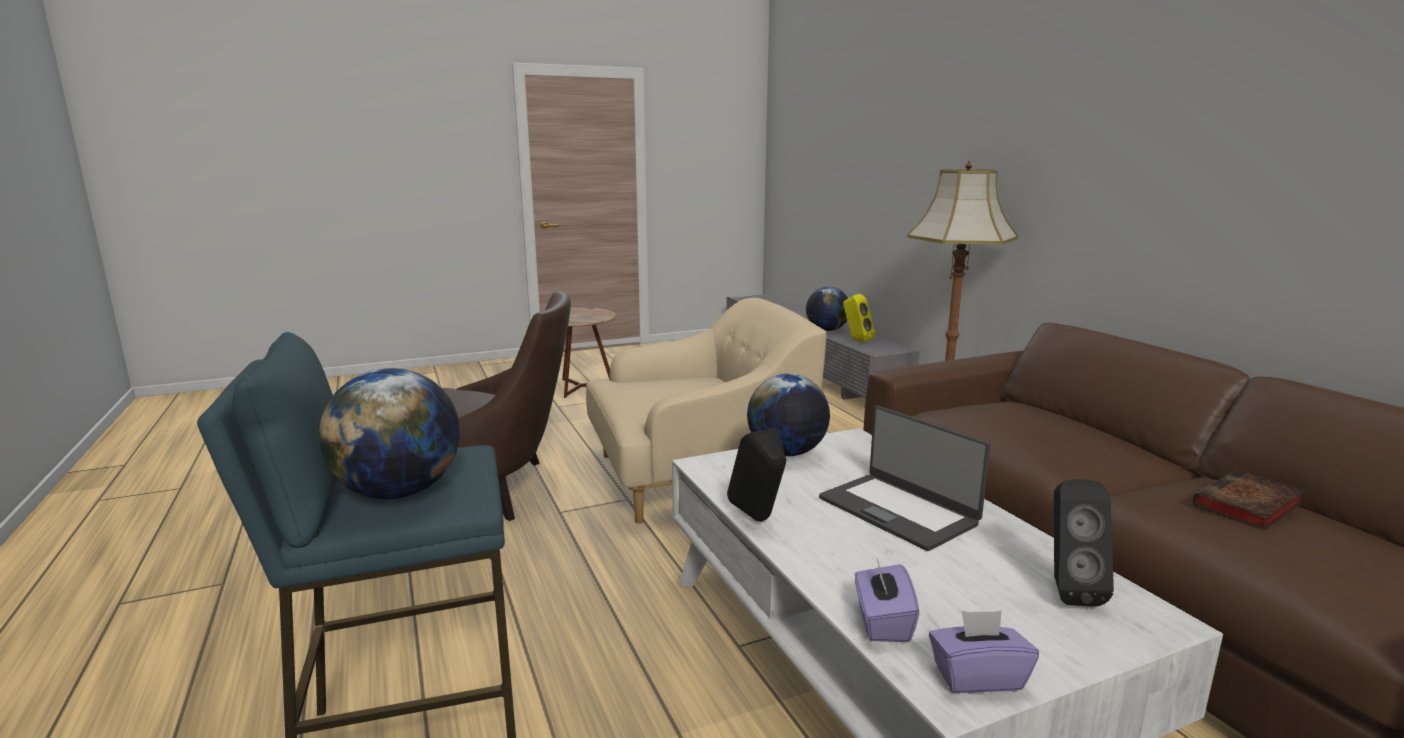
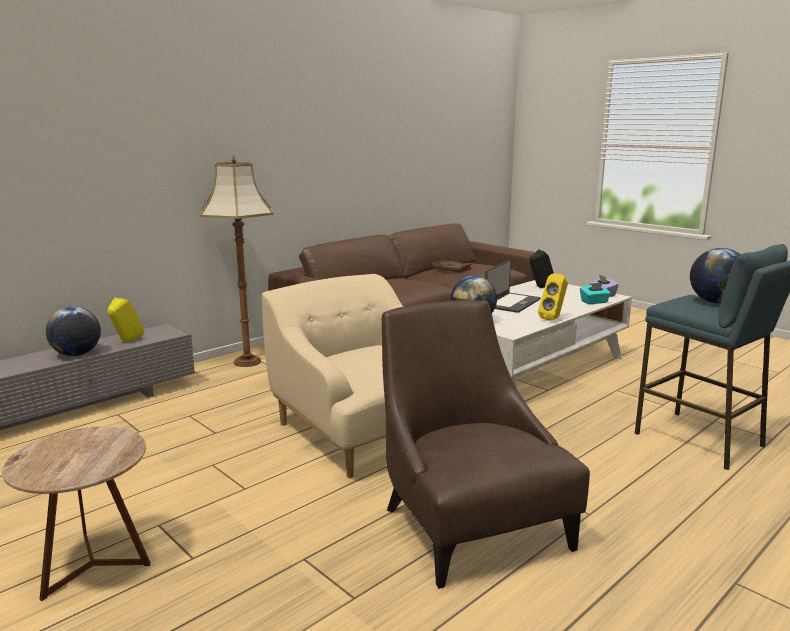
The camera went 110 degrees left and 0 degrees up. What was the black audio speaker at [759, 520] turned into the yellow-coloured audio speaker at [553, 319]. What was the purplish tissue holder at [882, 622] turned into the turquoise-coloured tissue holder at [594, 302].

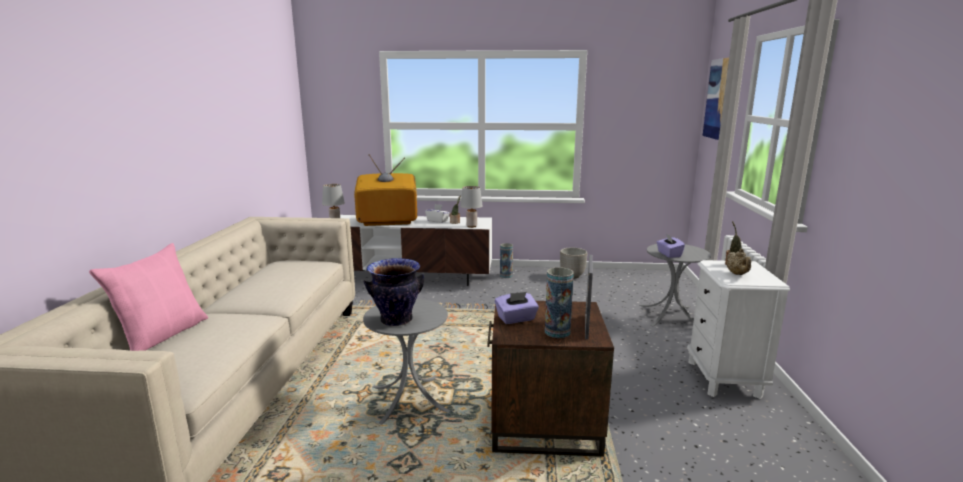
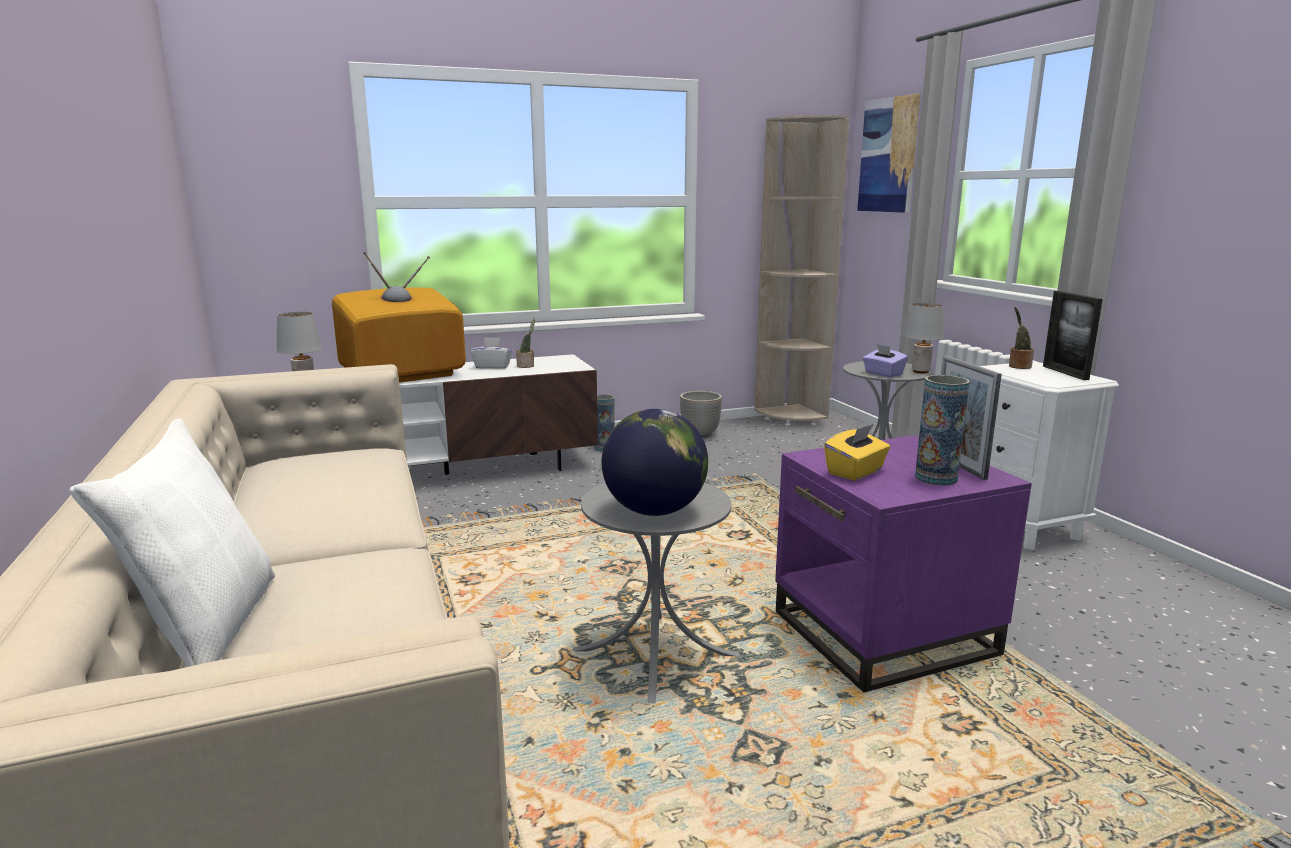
The camera went 25 degrees left and 0 degrees up. What was the pinkish throw pillow at [162, 335] turned into the white-coloured throw pillow at [207, 627]. Where the decorative vase stood at [396, 320], the world globe came to stand at [654, 511]. The gray table lamp ended up elsewhere, having gone from [471, 226] to [920, 371]. What was the brownish end table at [544, 424] turned into the purplish end table at [885, 634]. What was the purplish tissue holder at [516, 319] turned into the yellow-coloured tissue holder at [855, 472]. The second view lost the beige-coloured pot for tea at [737, 274]. The second view gained the beige-coloured bookcase at [790, 421]. The second view gained the picture frame at [1065, 373].

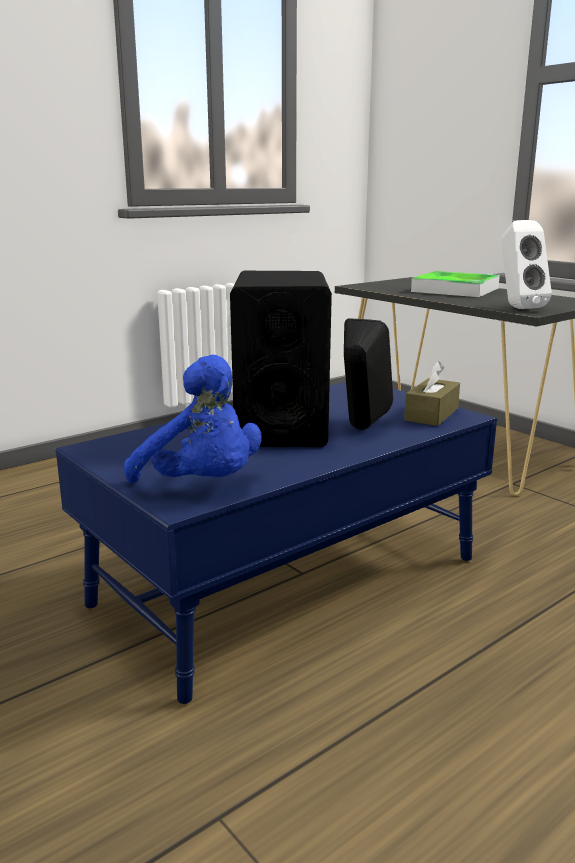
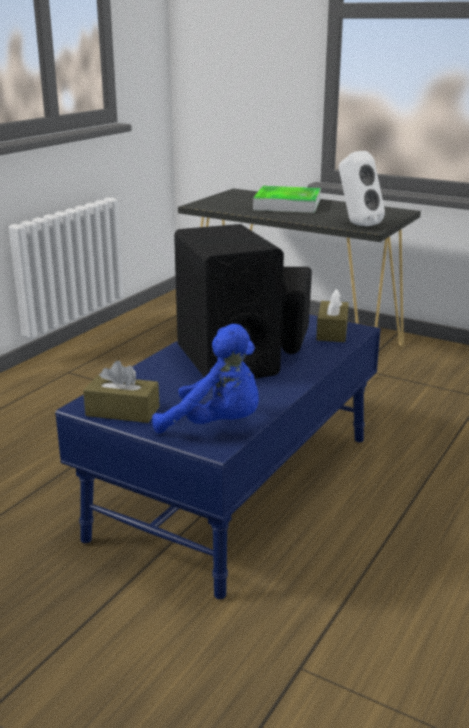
The camera went 20 degrees left and 5 degrees up. The second view gained the brownish tissue holder at [122, 411].

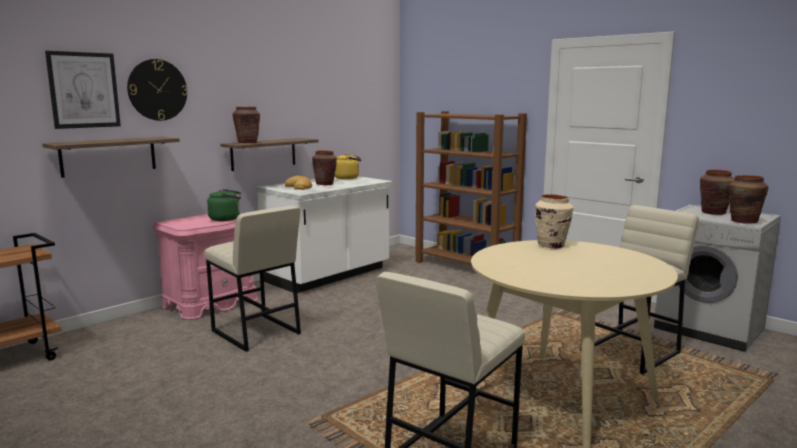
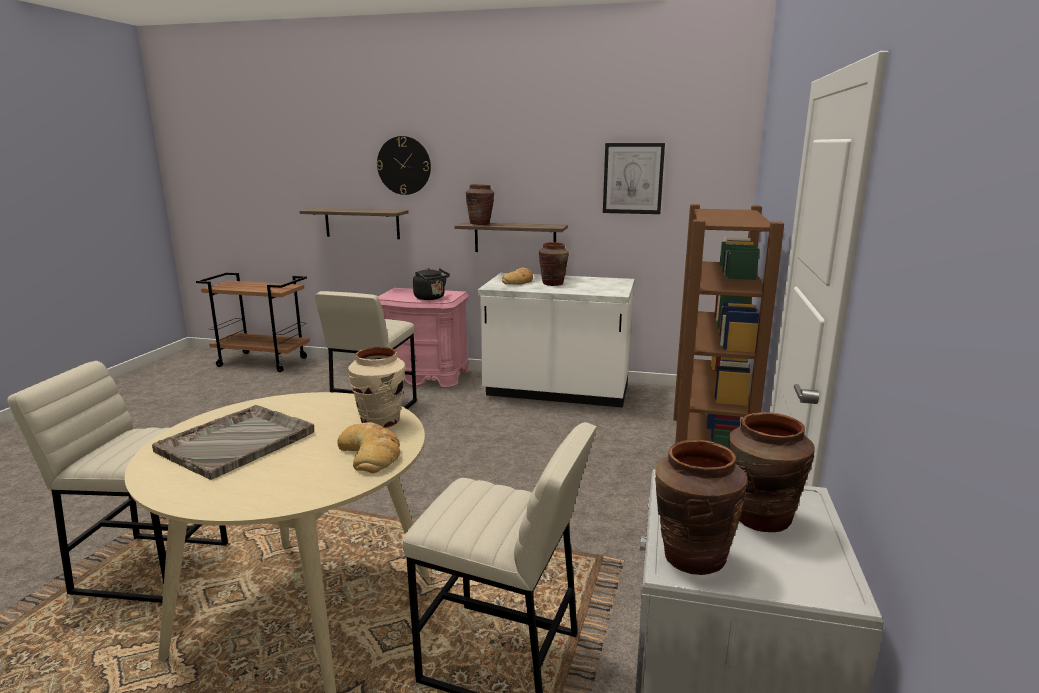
The camera went 60 degrees right and 5 degrees up. The picture ended up elsewhere, having gone from [84, 90] to [633, 178]. What was the green-coloured tea kettle at [227, 219] turned into the black tea kettle at [431, 298]. The second view lost the yellow-coloured tea kettle at [348, 178]. The second view gained the gray serving tray at [238, 442]. The second view gained the baked bread at [371, 453].

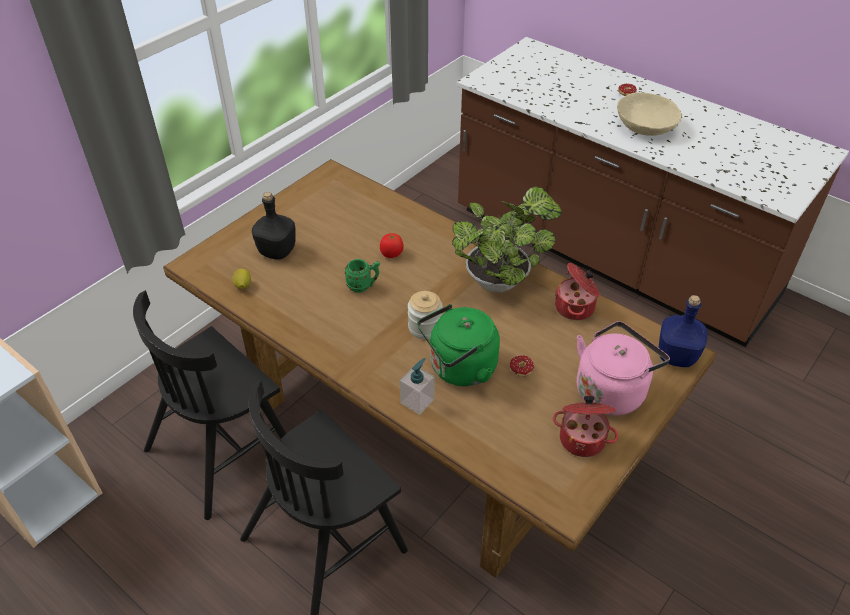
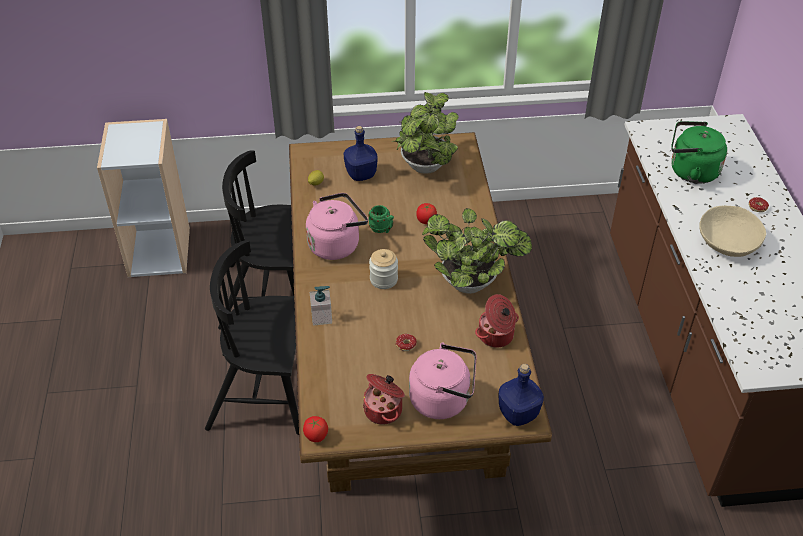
The camera went 45 degrees right and 0 degrees up. What was the black drink bottle at [276, 251] turned into the blue drink bottle at [360, 174]. The green-coloured tea kettle ended up elsewhere, having gone from [459, 369] to [690, 171]. The second view gained the whole tomato at [316, 436]. The second view gained the pinkish tea kettle at [336, 244]. The second view gained the potted plant at [424, 168].

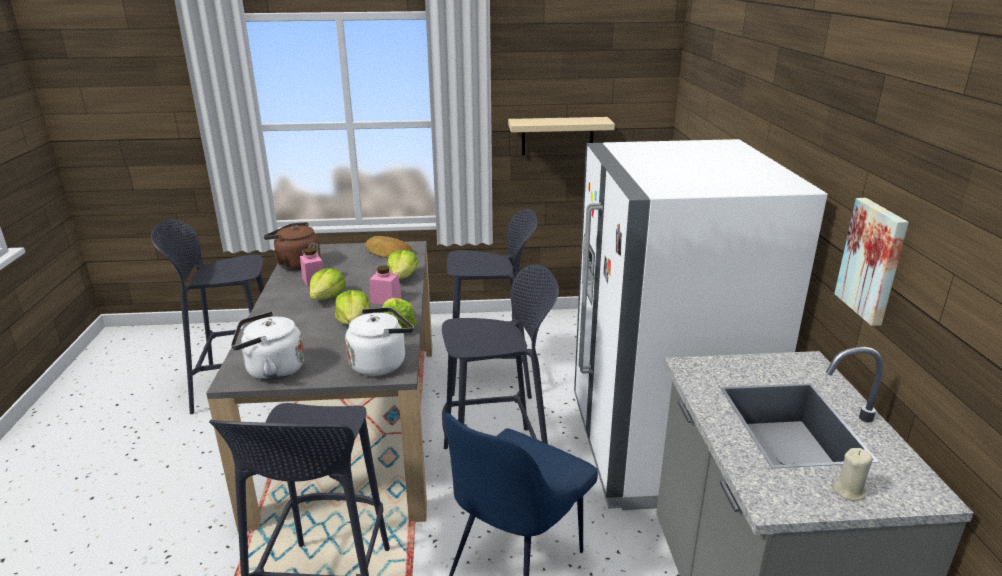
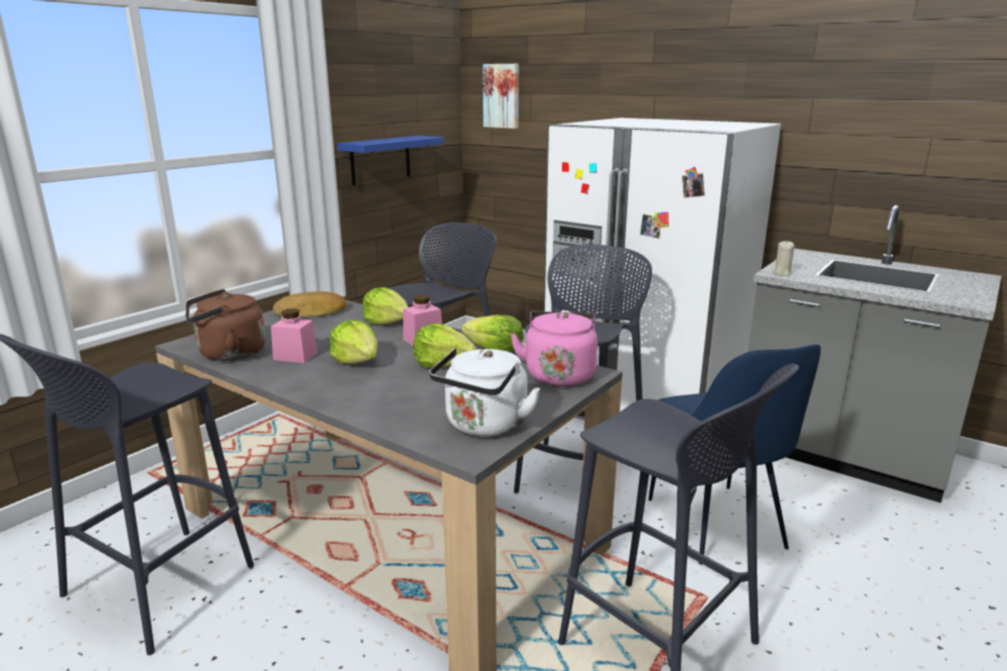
The camera went 50 degrees left and 5 degrees down. What was the white-coloured tea kettle at [381, 363] turned into the pinkish tea kettle at [559, 374]. What was the beige-coloured bracket shelf at [557, 136] turned into the blue bracket shelf at [380, 160]. The beige-coloured candle ended up elsewhere, having gone from [849, 491] to [781, 273]. The picture ended up elsewhere, having gone from [873, 260] to [502, 96].

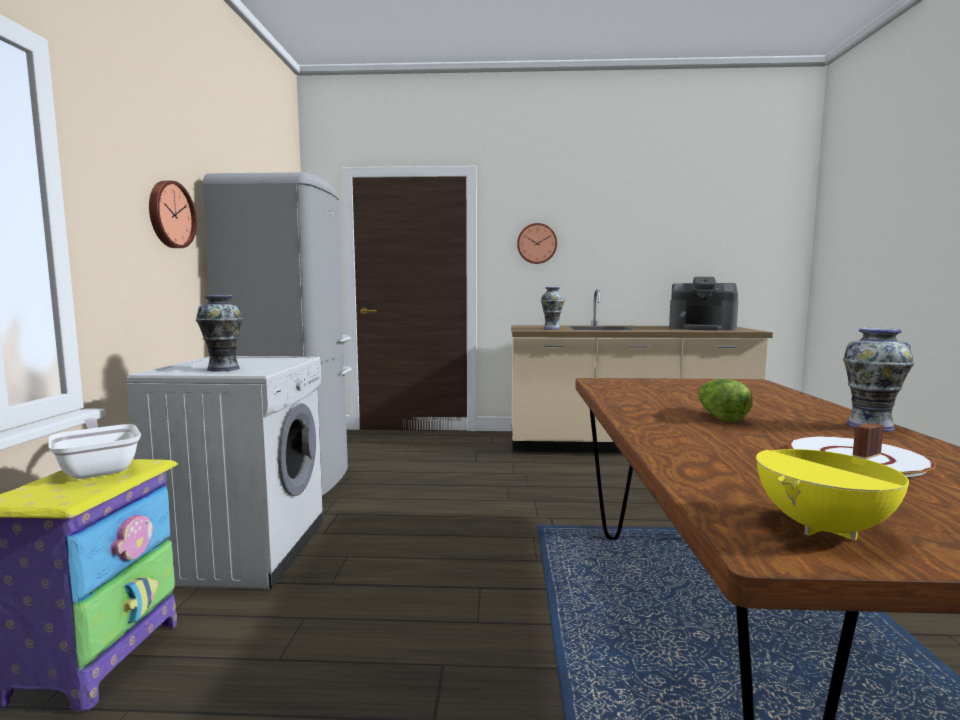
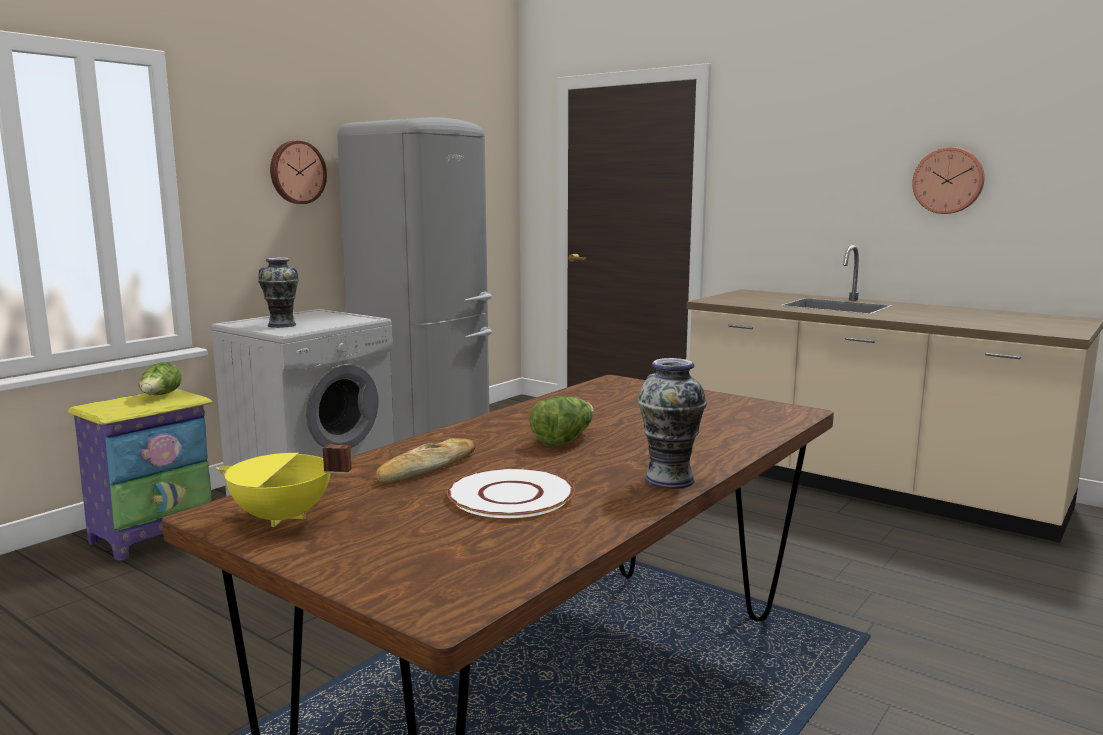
The camera went 35 degrees right and 5 degrees up. Where the frying pan stood at [99, 469], the lettuce came to stand at [160, 396]. The clock on the wall ended up elsewhere, having gone from [536, 243] to [948, 180]. The second view lost the decorative vase at [551, 329]. The second view lost the coffee brewer at [702, 328]. The second view gained the baked bread at [427, 468].

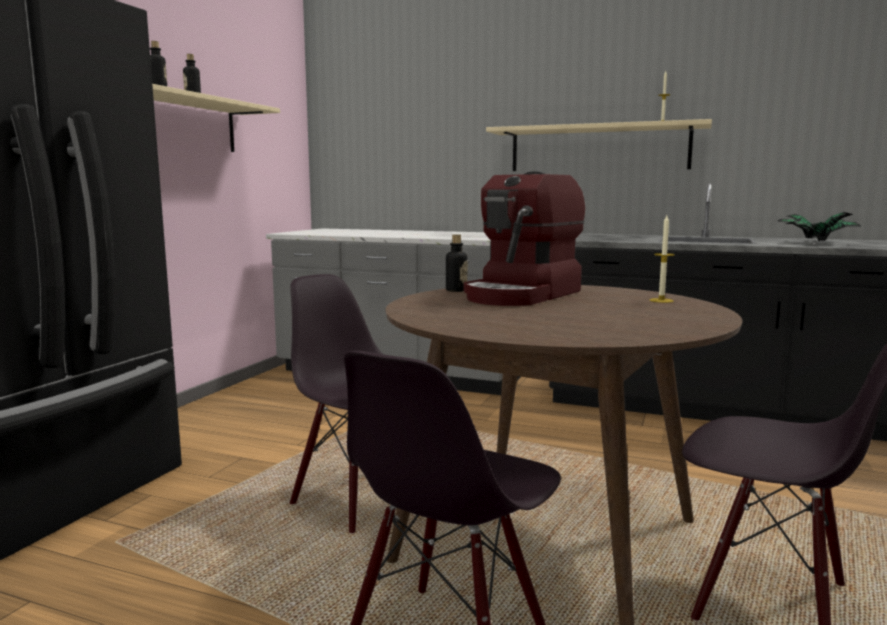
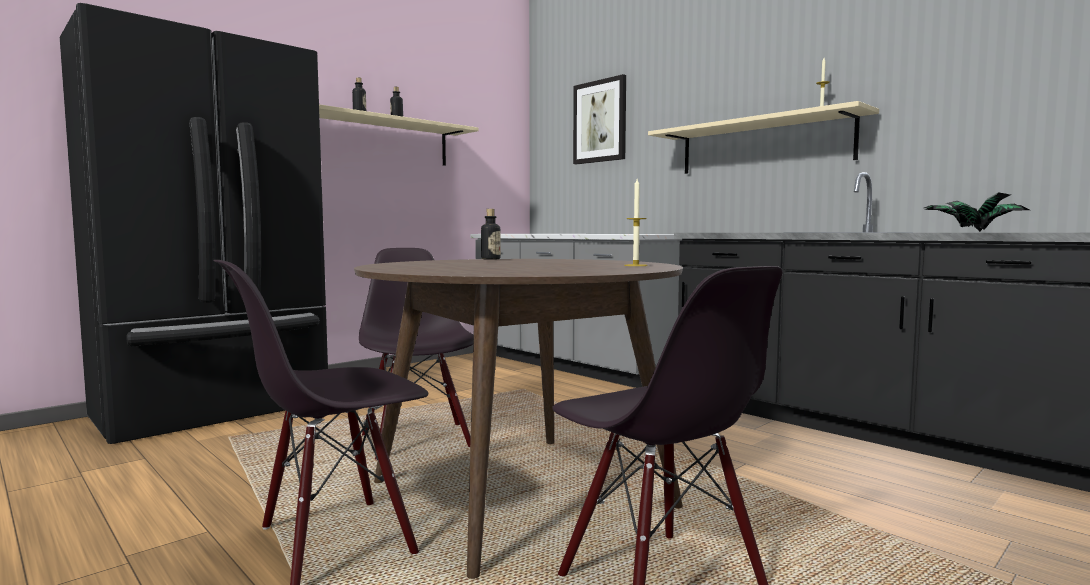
The camera went 25 degrees right and 5 degrees down. The second view lost the coffee brewer at [523, 295]. The second view gained the picture at [600, 121].

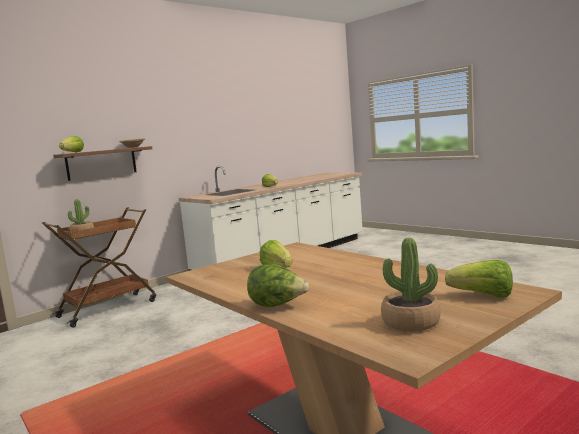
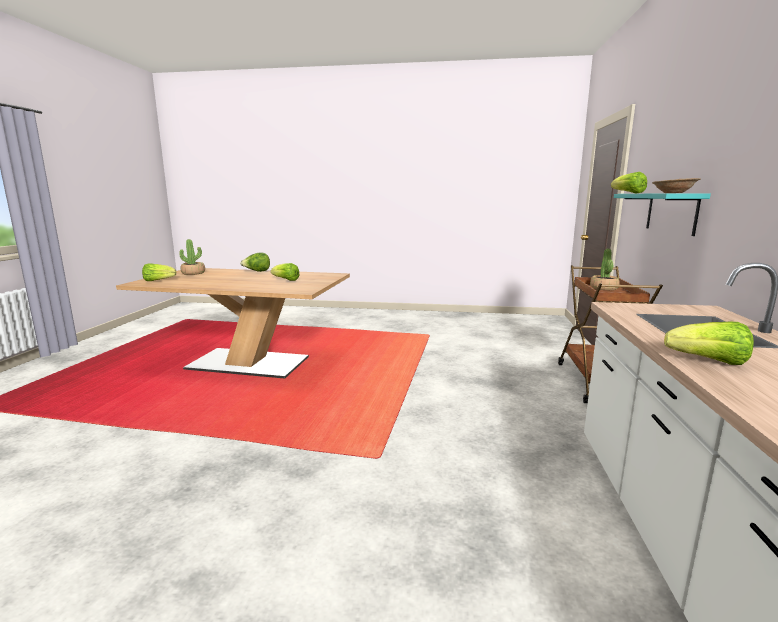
The camera went 140 degrees right and 5 degrees up. What was the brownish bracket shelf at [101, 163] turned into the turquoise-coloured bracket shelf at [671, 212].

